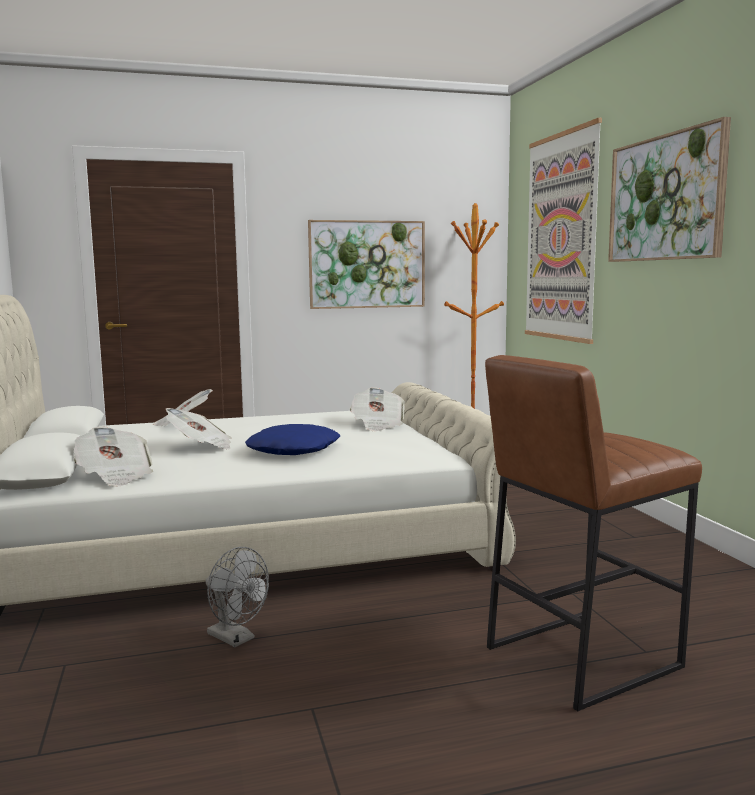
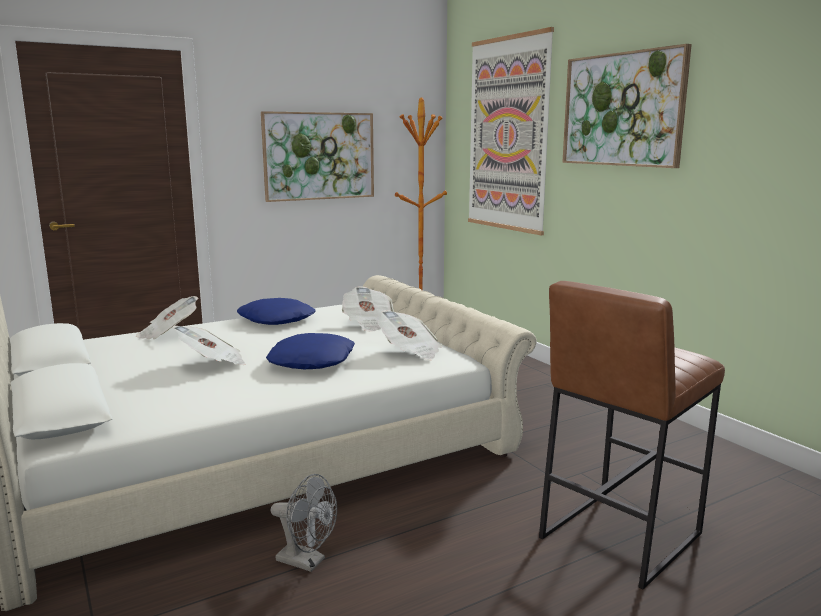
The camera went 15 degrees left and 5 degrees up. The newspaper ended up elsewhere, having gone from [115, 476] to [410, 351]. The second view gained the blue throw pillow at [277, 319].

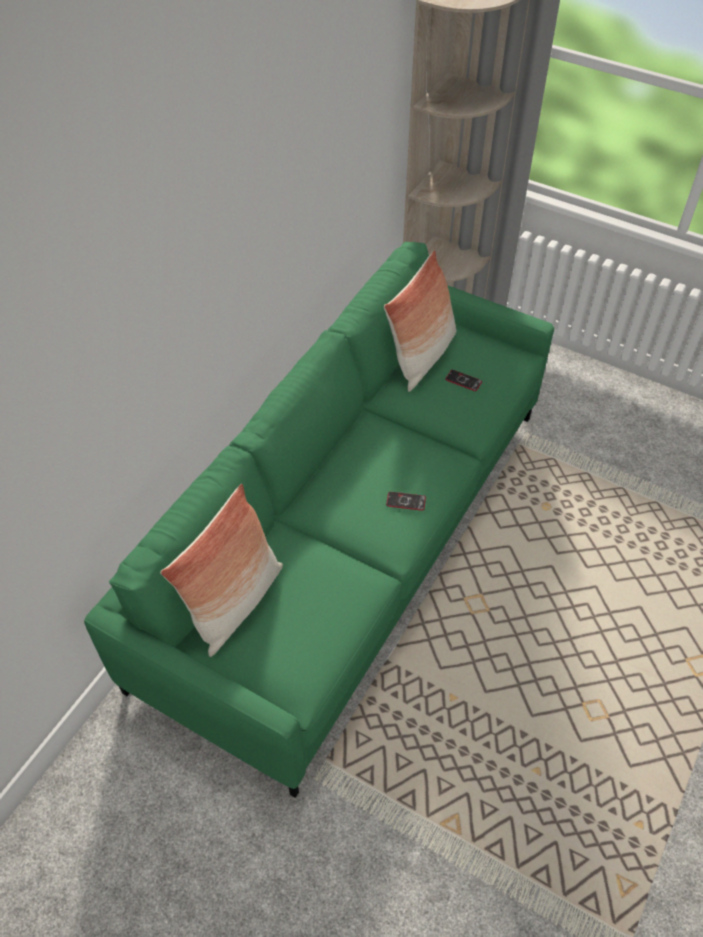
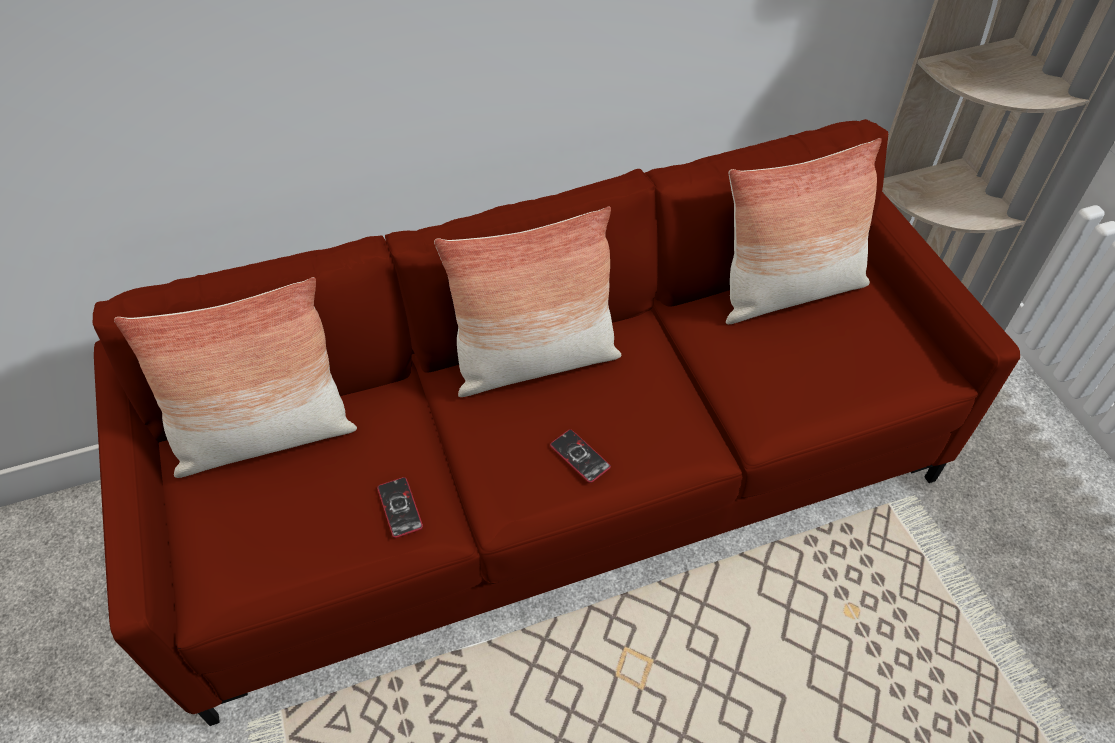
The camera went 40 degrees right and 0 degrees up. What was the green-coloured settee at [351, 541] turned into the red settee at [558, 478]. The phone ended up elsewhere, having gone from [463, 381] to [400, 507]. The second view gained the throw pillow at [535, 362].

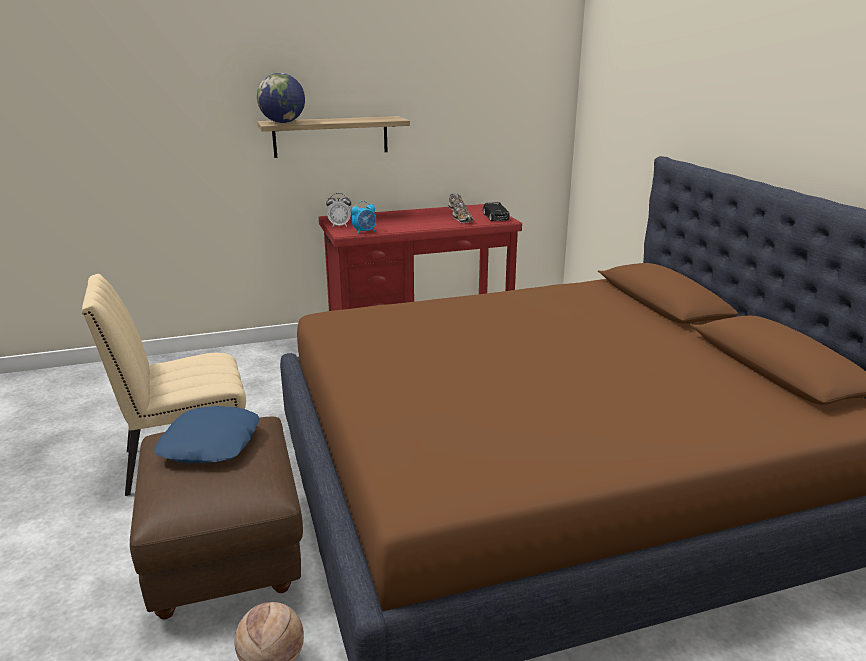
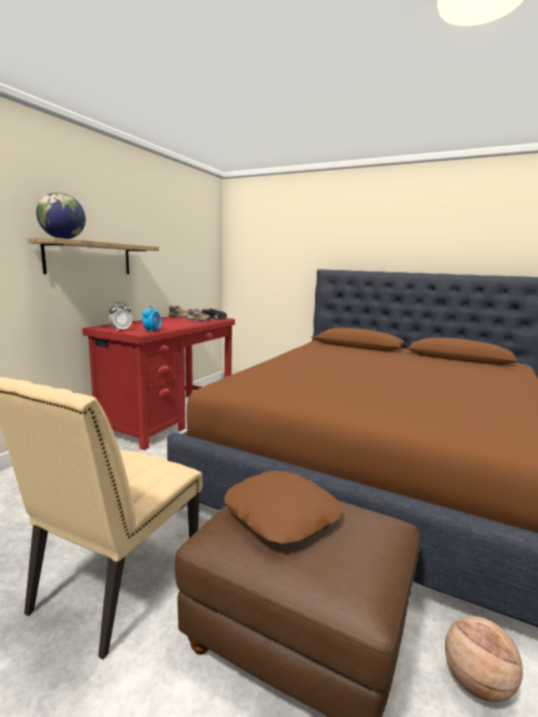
The camera went 45 degrees left and 10 degrees down. What was the blue throw pillow at [211, 444] turned into the brownish throw pillow at [282, 514].

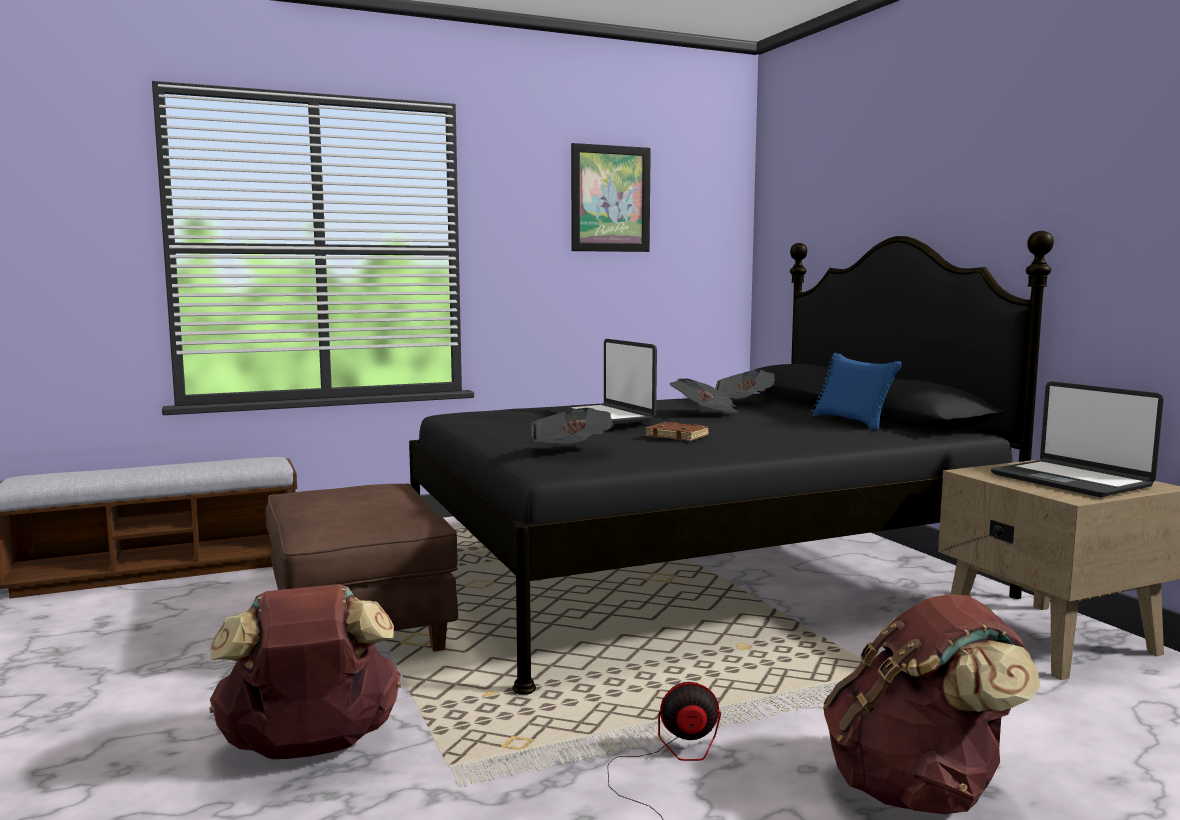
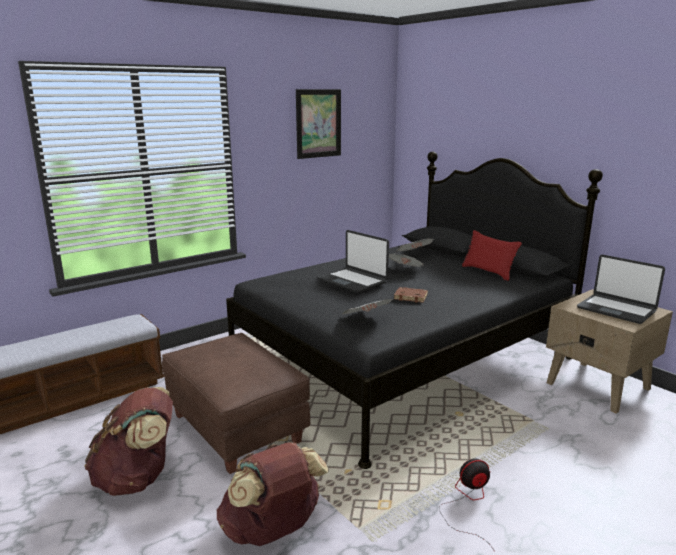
The camera went 15 degrees left and 10 degrees up. What was the blue throw pillow at [852, 422] turned into the red throw pillow at [488, 272]. The brownish rucksack ended up elsewhere, having gone from [918, 790] to [138, 478].

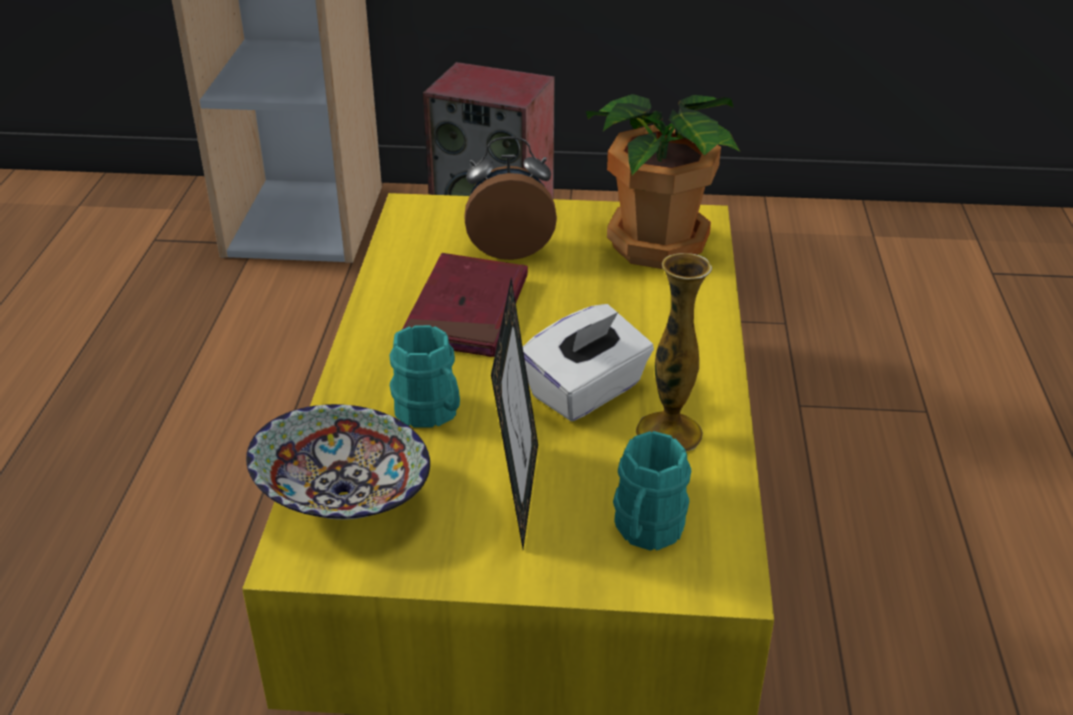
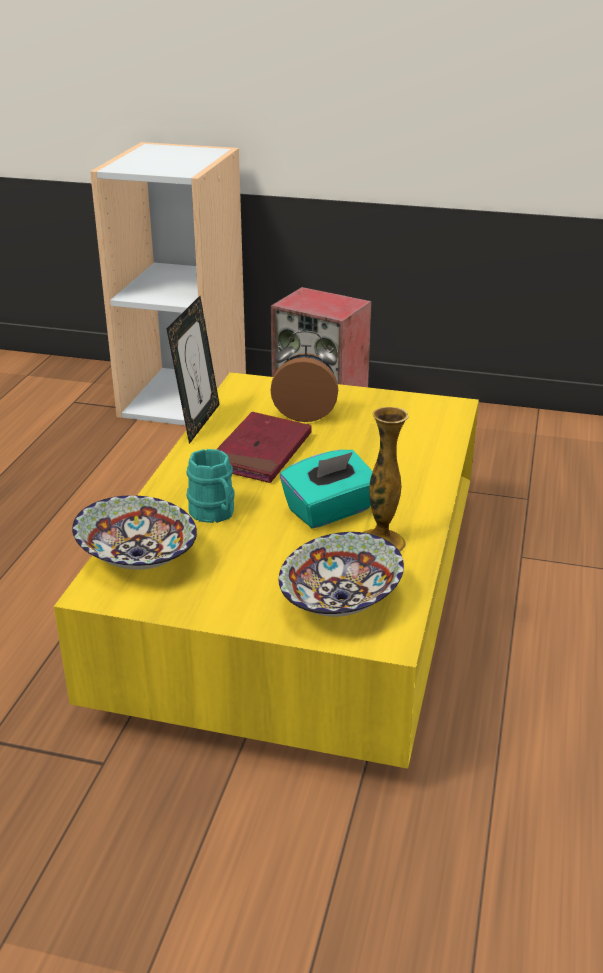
The camera went 10 degrees right and 5 degrees down. The picture frame ended up elsewhere, having gone from [518, 493] to [198, 422]. What was the white-coloured tissue holder at [587, 391] turned into the turquoise-coloured tissue holder at [330, 511]. The second view lost the potted plant at [656, 243]. Where the turquoise-coloured coffee mug stood at [646, 531], the deep dish came to stand at [342, 602].

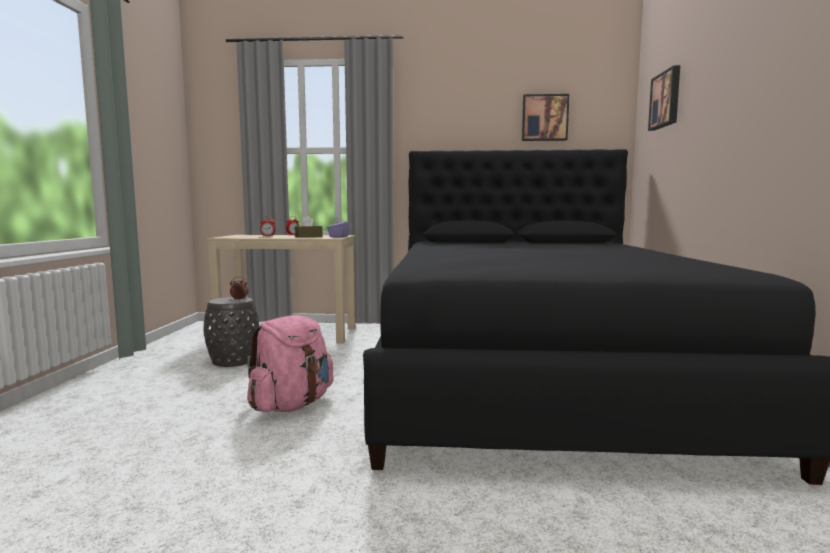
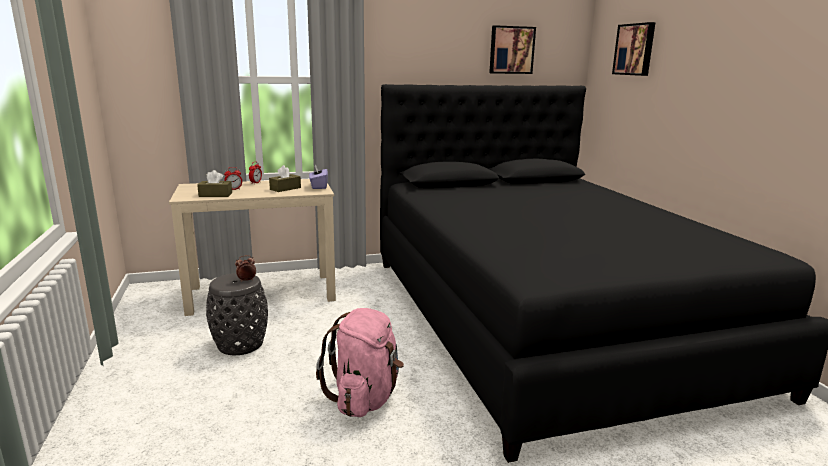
The camera went 20 degrees left and 10 degrees up. The second view gained the brownish tissue holder at [215, 195].

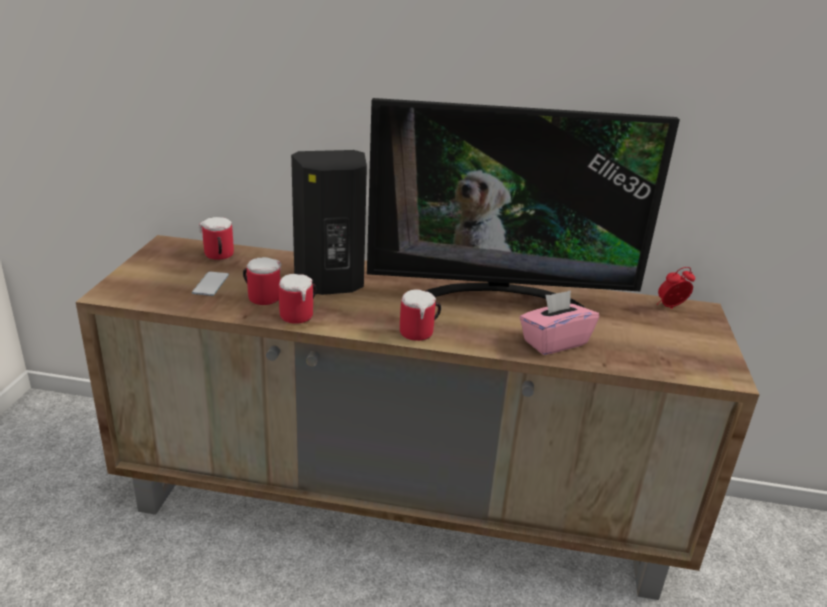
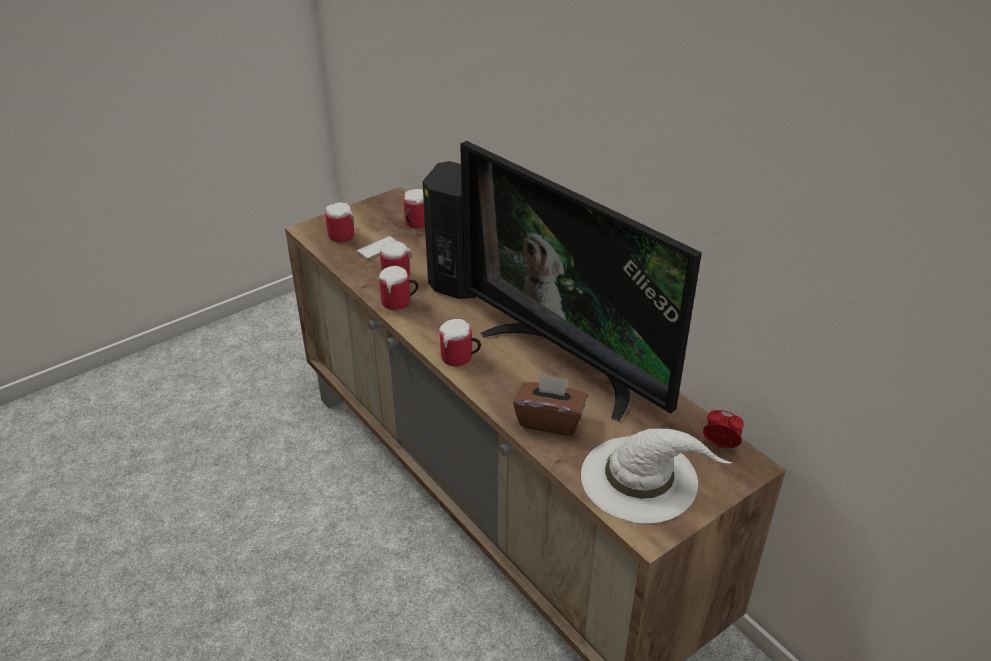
The camera went 45 degrees right and 10 degrees up. What was the pinkish tissue holder at [554, 342] turned into the brownish tissue holder at [550, 420]. The second view gained the coffee mug at [343, 234]. The second view gained the white-coloured hat at [641, 478].

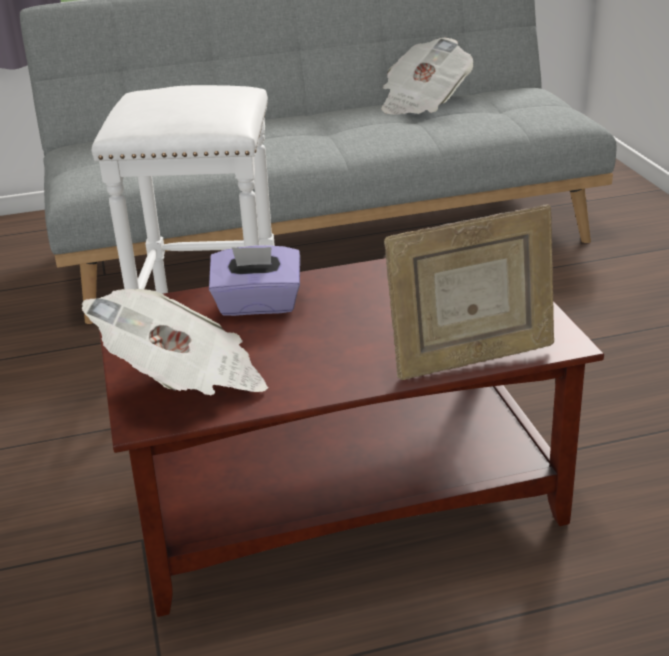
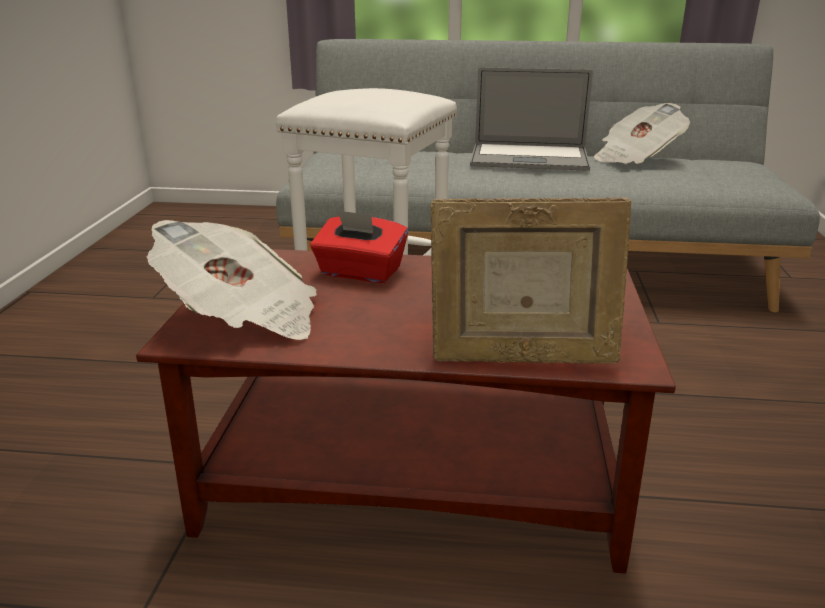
The camera went 20 degrees right and 5 degrees down. What was the purplish tissue holder at [258, 305] turned into the red tissue holder at [360, 273]. The second view gained the portable computer at [529, 158].

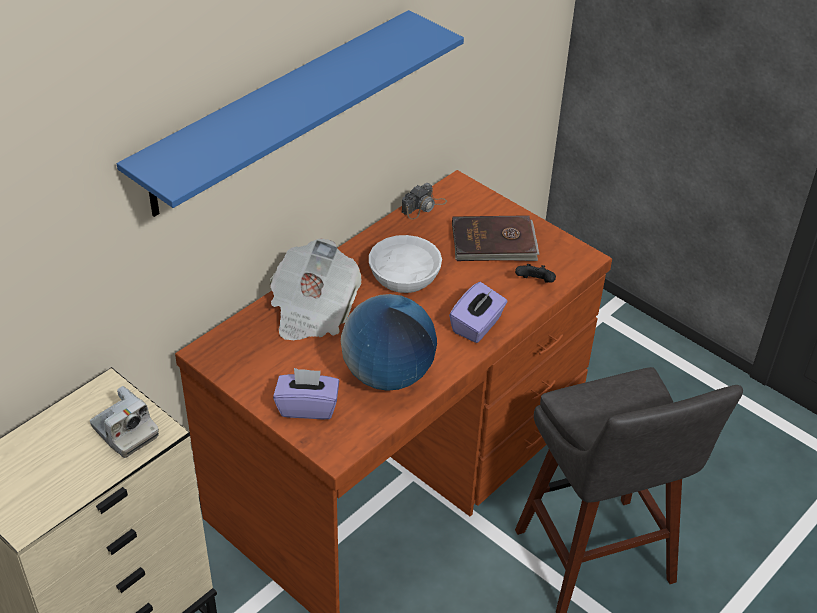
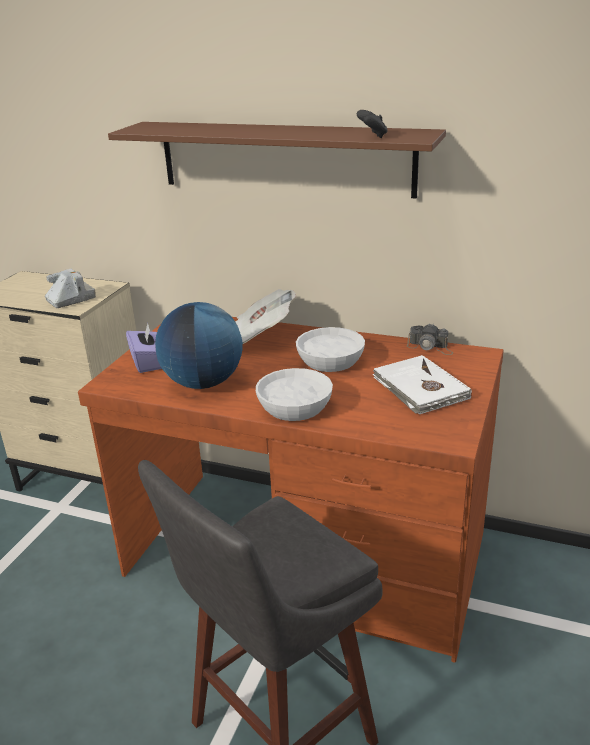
The camera went 70 degrees right and 15 degrees down. The photo camera at [125, 432] ended up facing another way, 150 degrees counterclockwise from before. What was the blue bracket shelf at [277, 112] turned into the brownish bracket shelf at [284, 158]. Where the purplish tissue holder stood at [477, 326], the white-coloured deep dish came to stand at [295, 407]. What was the brownish bound book at [494, 243] turned into the white-coloured bound book at [419, 389]. The black game controller ended up elsewhere, having gone from [535, 283] to [372, 136].

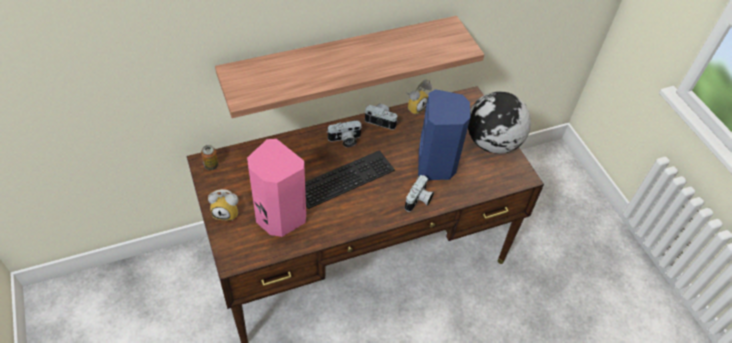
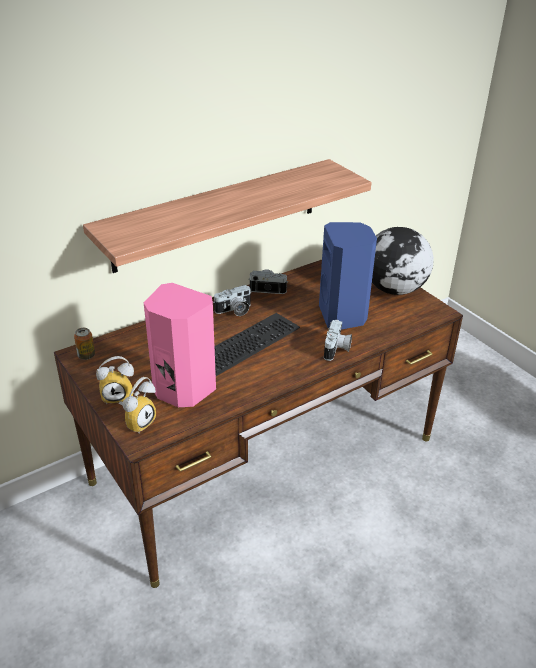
The camera went 10 degrees left and 15 degrees down. The alarm clock ended up elsewhere, having gone from [415, 106] to [138, 421].

